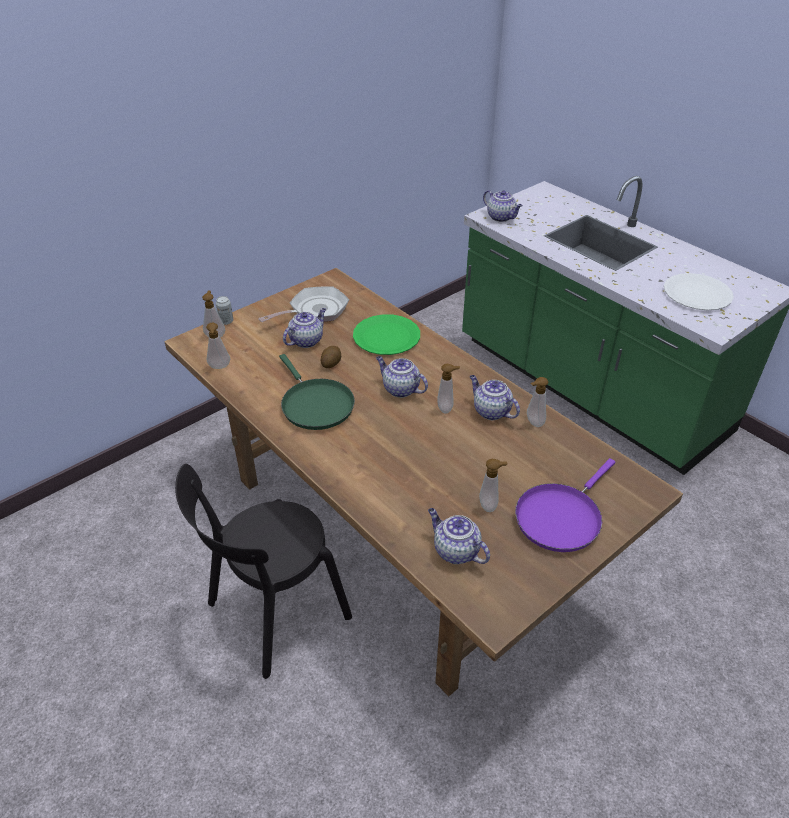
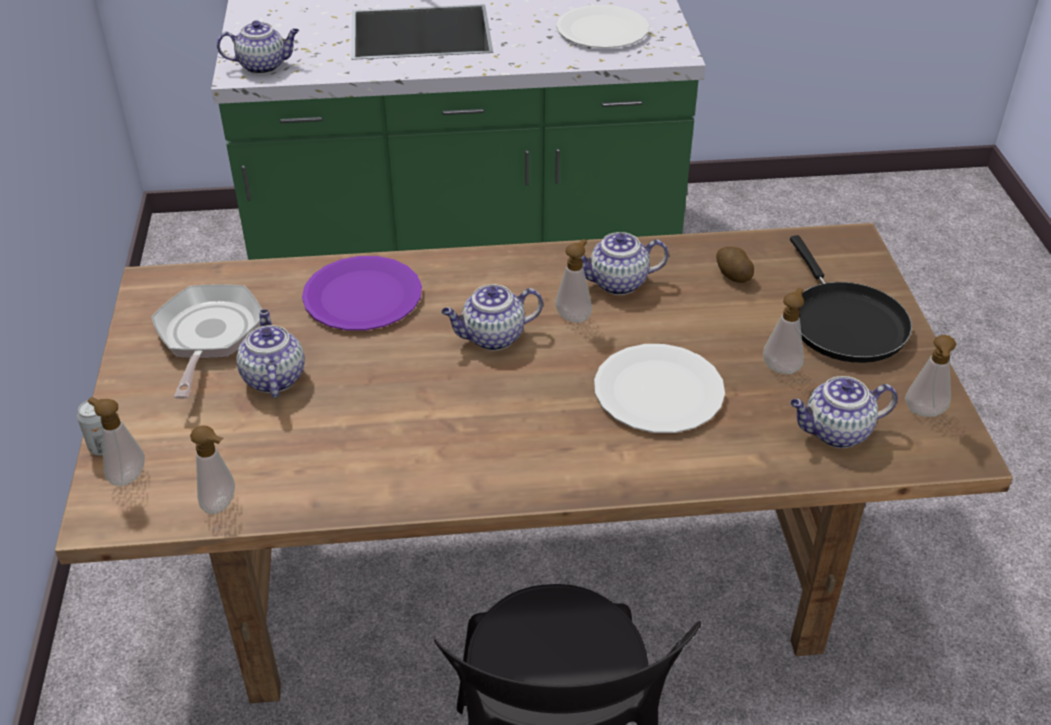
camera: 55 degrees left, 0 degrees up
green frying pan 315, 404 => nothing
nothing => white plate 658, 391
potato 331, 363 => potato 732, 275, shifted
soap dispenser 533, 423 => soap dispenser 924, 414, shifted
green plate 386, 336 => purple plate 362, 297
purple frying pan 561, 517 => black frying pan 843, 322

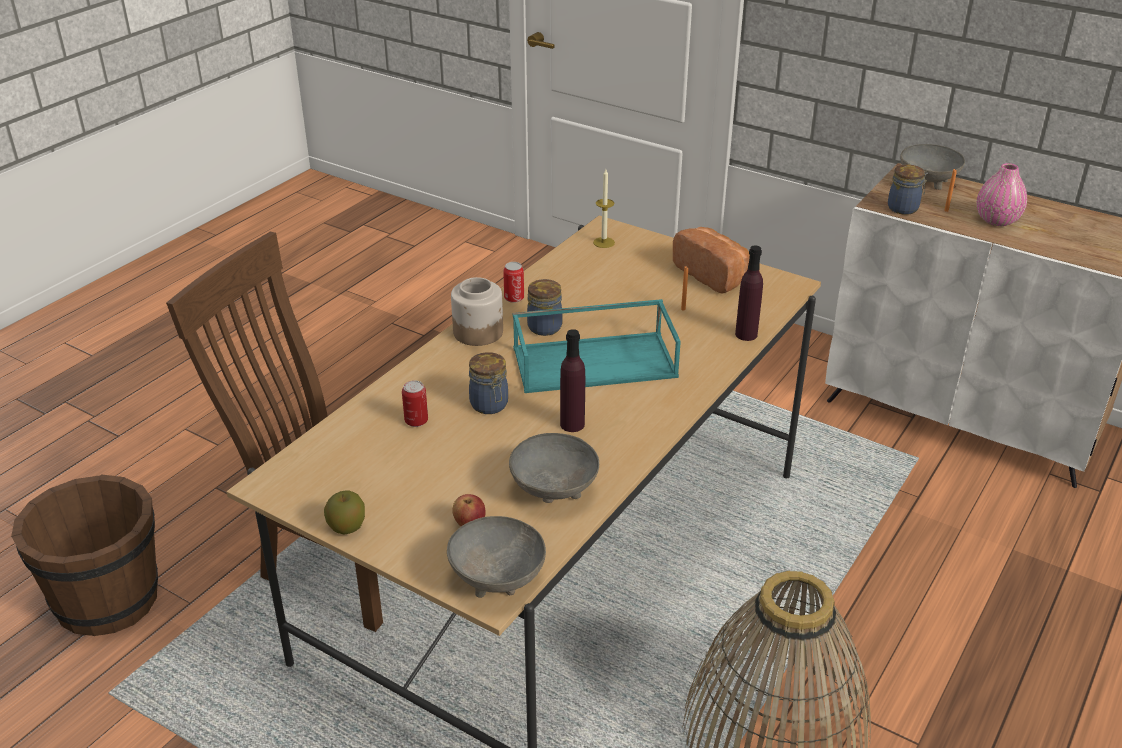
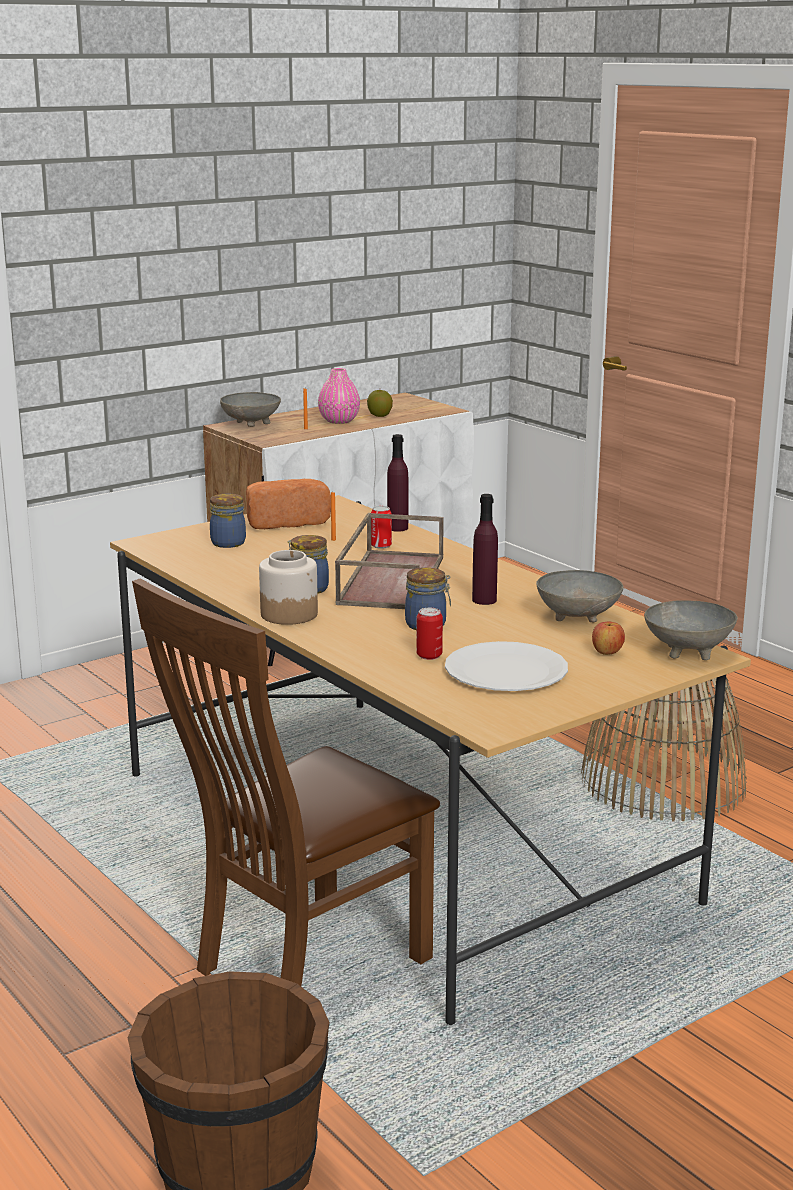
camera: 70 degrees left, 15 degrees down
candle 604, 242 => nothing
nothing => white plate 506, 671
apple 347, 527 => apple 379, 416, shifted
can 514, 298 => can 381, 546, shifted
jar 904, 208 => jar 229, 542, shifted
turquoise tray 596, 361 => brown tray 390, 579

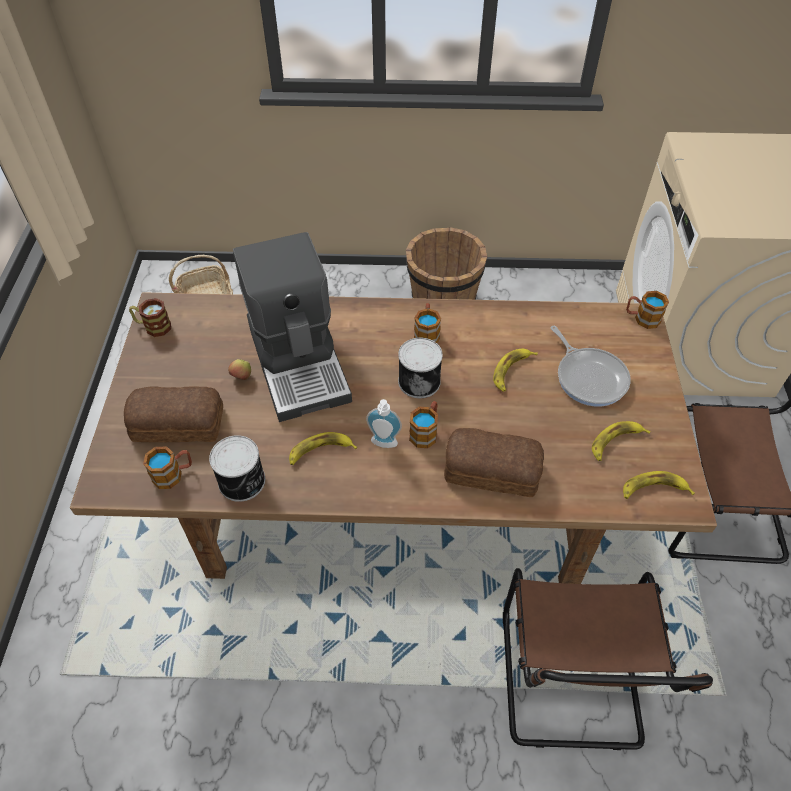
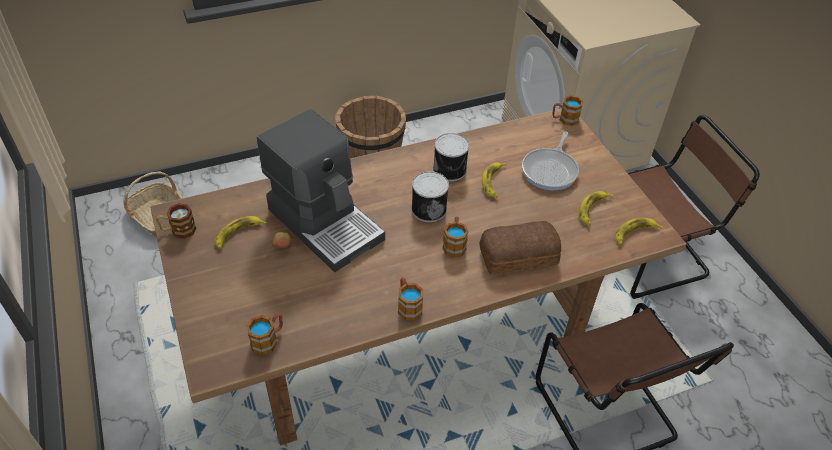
camera: 25 degrees left, 5 degrees down
bread 177, 422 => nothing
soap dispenser 383, 444 => nothing
can 243, 482 => can 450, 170, shifted
banana 320, 451 => banana 238, 234, shifted
mug 426, 333 => mug 408, 306, shifted
frying pan 589, 377 => frying pan 550, 170, 75 degrees clockwise

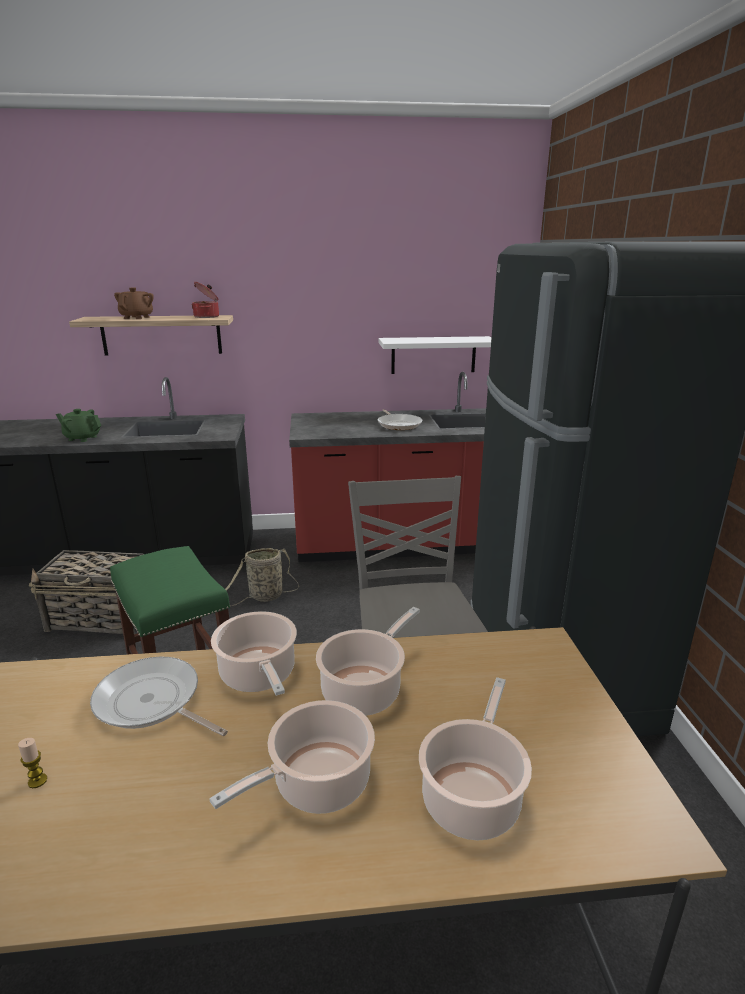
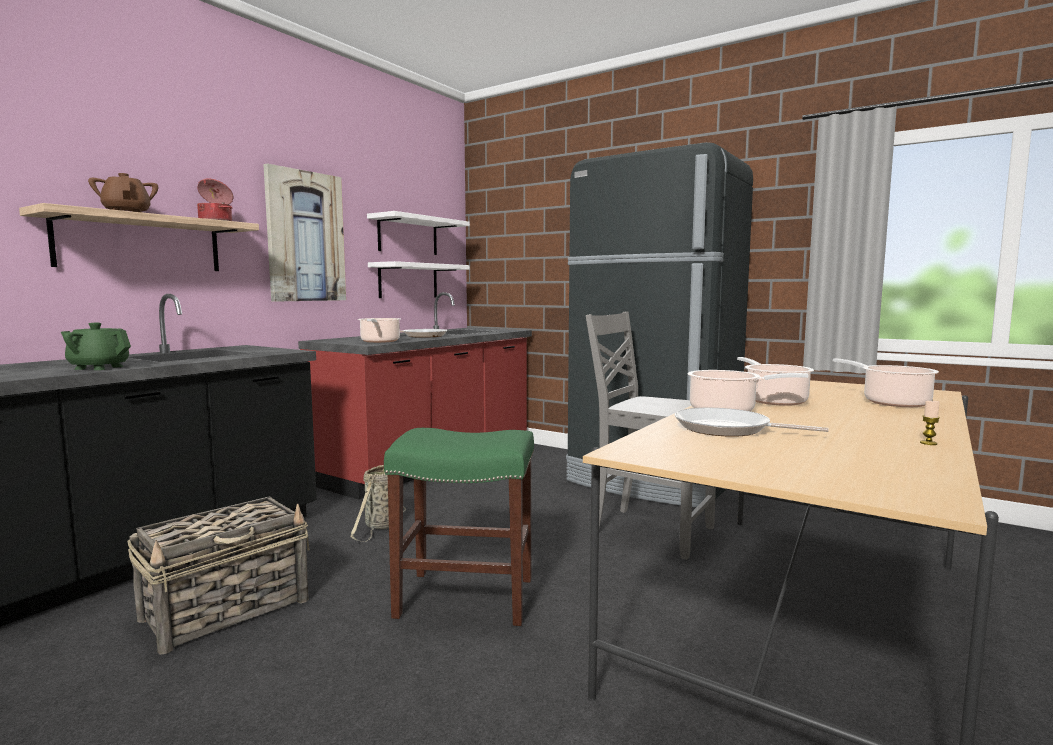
camera: 50 degrees left, 15 degrees down
nothing => picture 305, 237
nothing => white shelf 408, 236
candle 37, 781 => candle 928, 443, shifted
cooking pot 316, 784 => cooking pot 379, 341, shifted
green teapot 82, 438 => green teapot 98, 368, 45 degrees clockwise
frying pan 152, 702 => frying pan 727, 429, 45 degrees clockwise

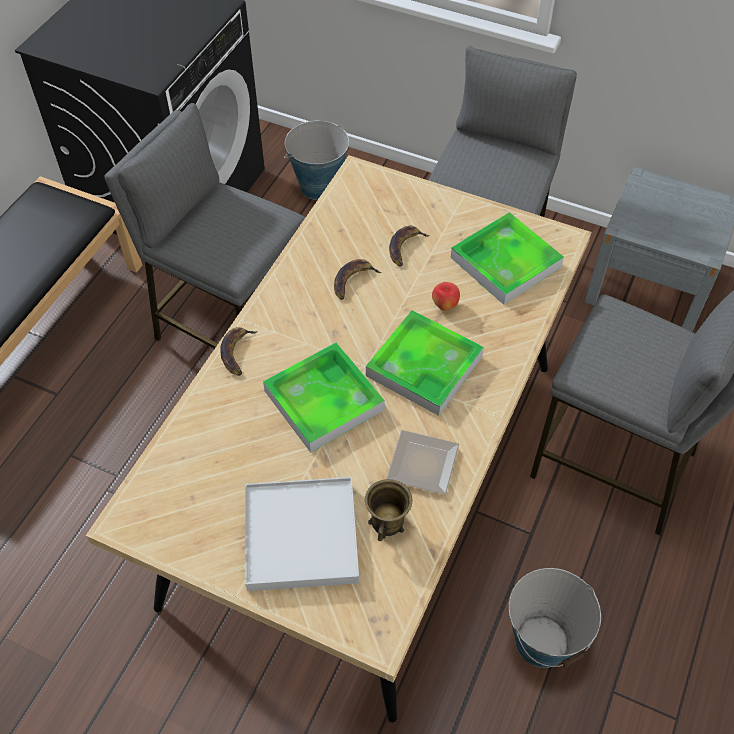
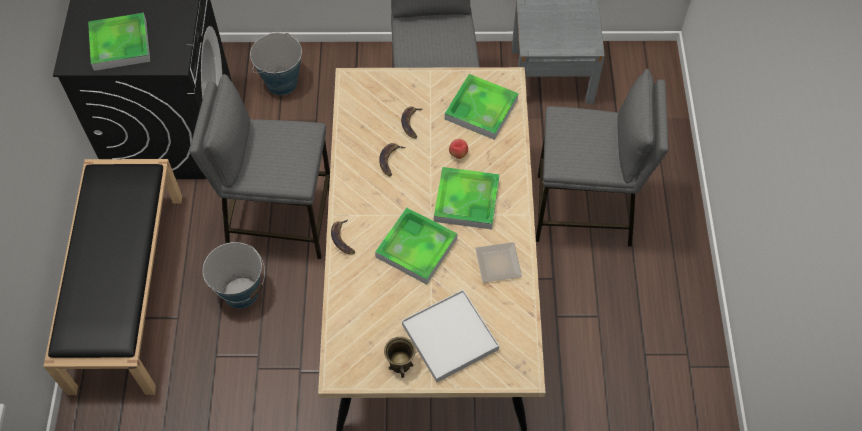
camera: 25 degrees left, 5 degrees up
nothing => tray 120, 45
brown mug 388, 522 => brown mug 400, 363, shifted
bucket 542, 641 => bucket 241, 292, shifted

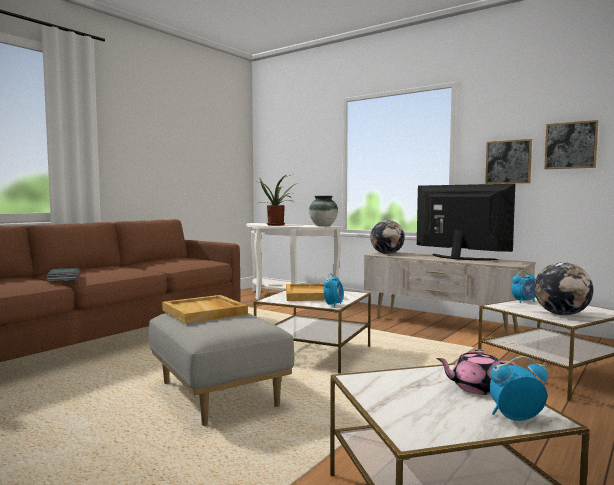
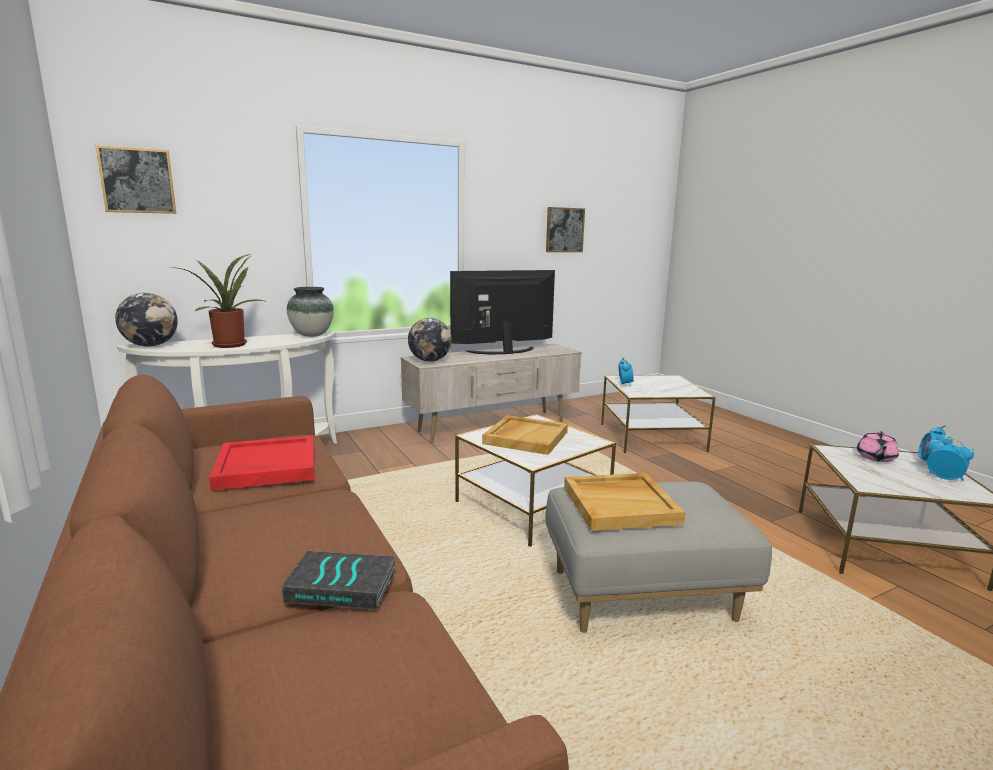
camera: 65 degrees left, 10 degrees up
nothing => red tray 266, 466
alarm clock 333, 305 => alarm clock 944, 478, shifted
picture 508, 162 => picture 137, 180, shifted
globe 561, 314 => globe 151, 346, shifted

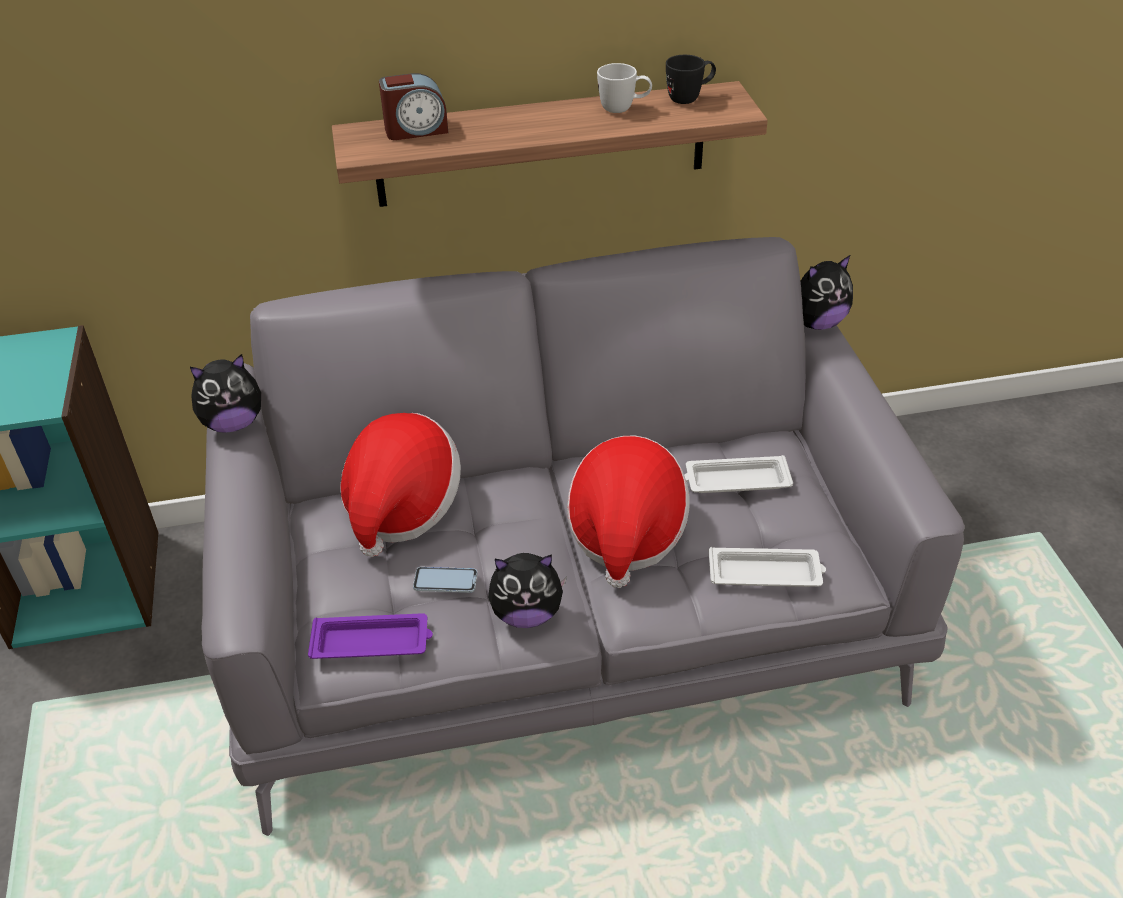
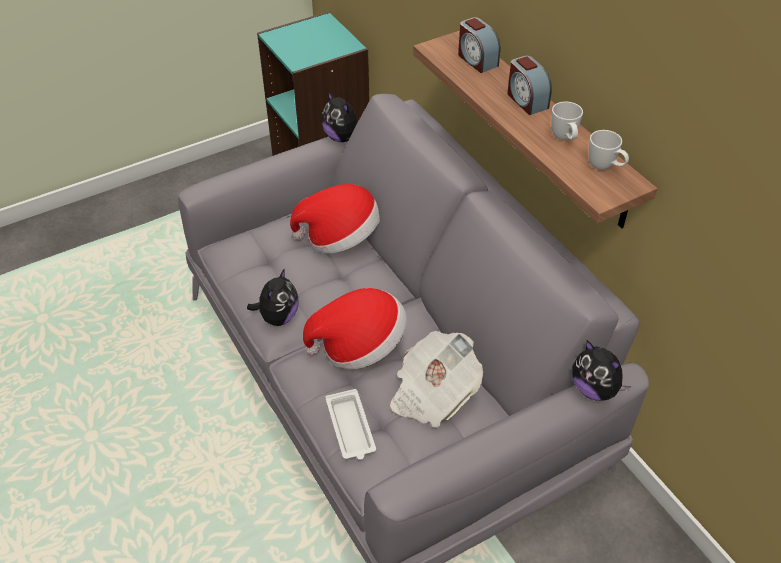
camera: 70 degrees right, 5 degrees up
purple tray 372, 642 => nothing
phone 445, 581 => nothing
nothing => alarm clock 526, 100
white tray 735, 481 => newspaper 433, 393
black mug 689, 98 => white mug 605, 167
plush toy 526, 614 => plush toy 278, 317, 135 degrees counterclockwise

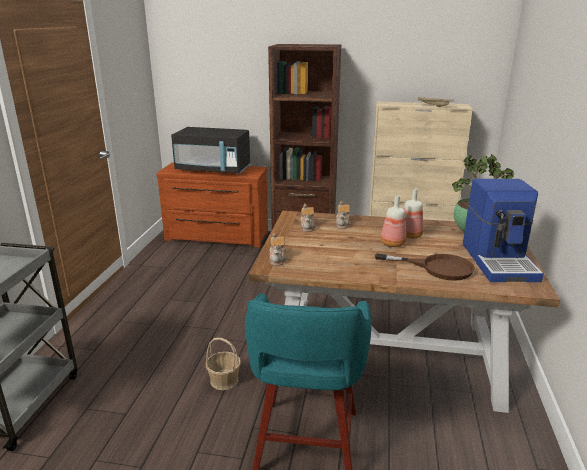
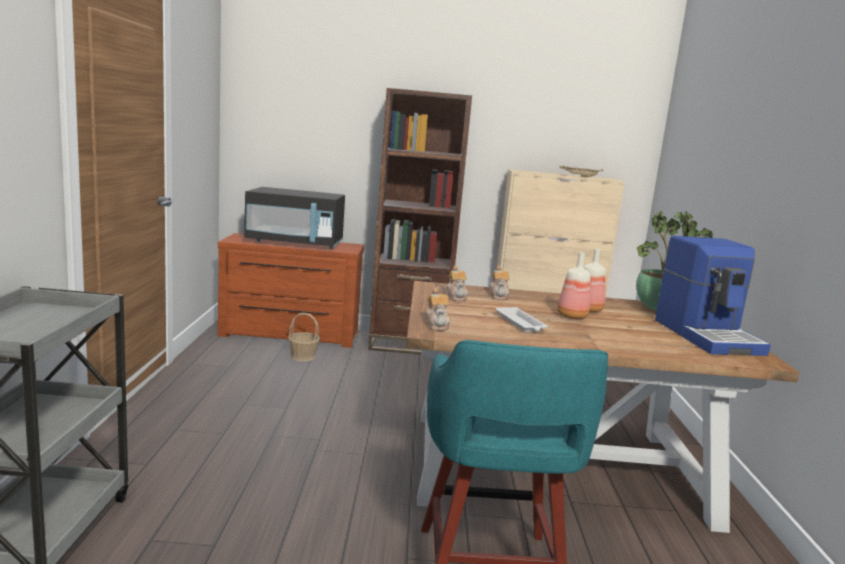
camera: 10 degrees left, 10 degrees down
brown frying pan 437, 268 => nothing
nothing => white tray 520, 323
basket 224, 380 => basket 303, 356, shifted

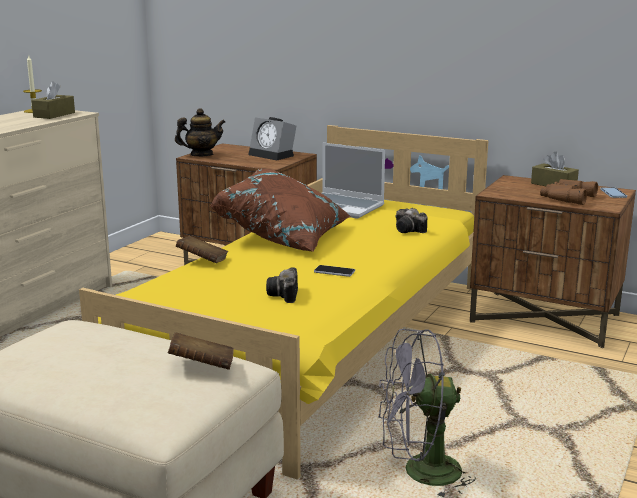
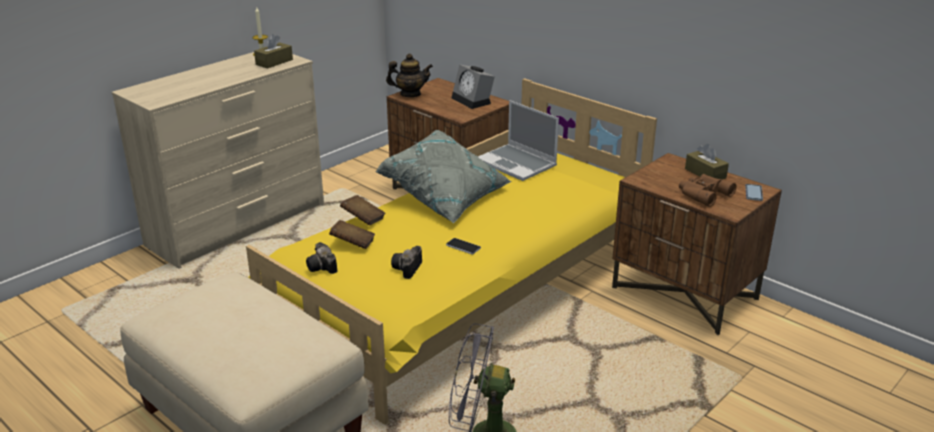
camera: 15 degrees right, 10 degrees up
brown book 202, 367 => brown book 353, 244, shifted
photo camera 409, 230 => photo camera 323, 267, shifted
brown pillow 284, 236 => grey pillow 446, 197

